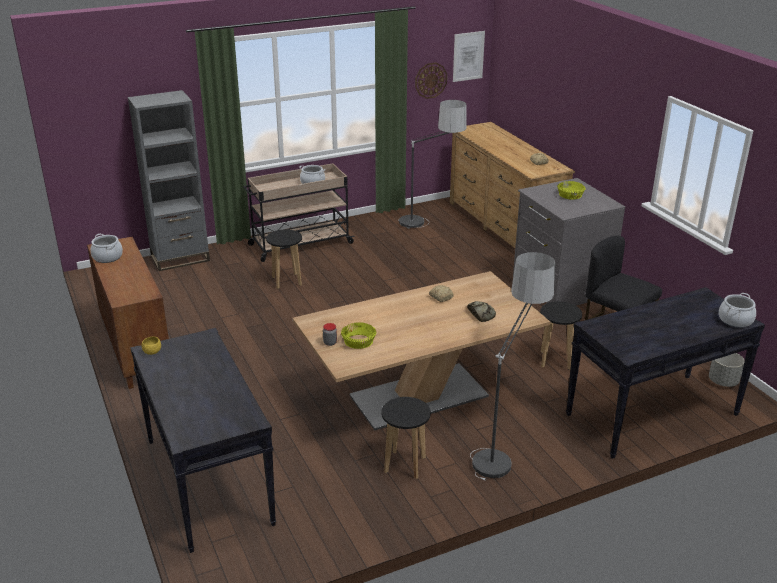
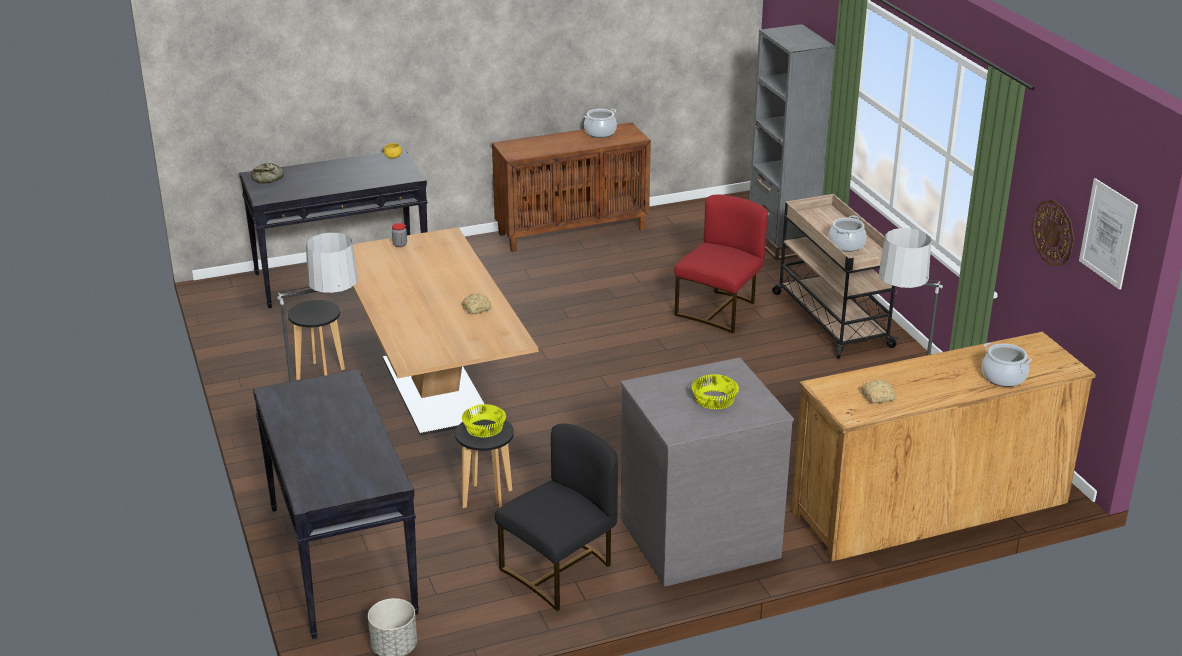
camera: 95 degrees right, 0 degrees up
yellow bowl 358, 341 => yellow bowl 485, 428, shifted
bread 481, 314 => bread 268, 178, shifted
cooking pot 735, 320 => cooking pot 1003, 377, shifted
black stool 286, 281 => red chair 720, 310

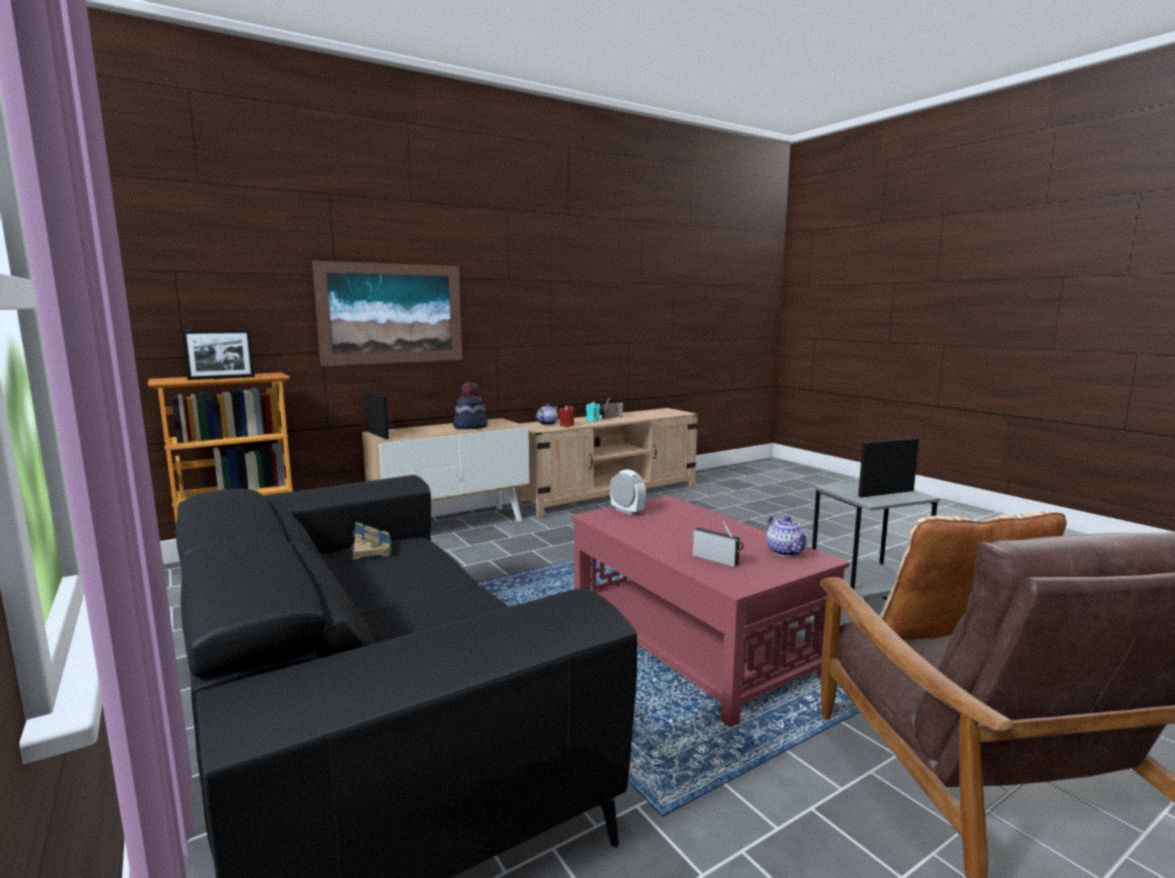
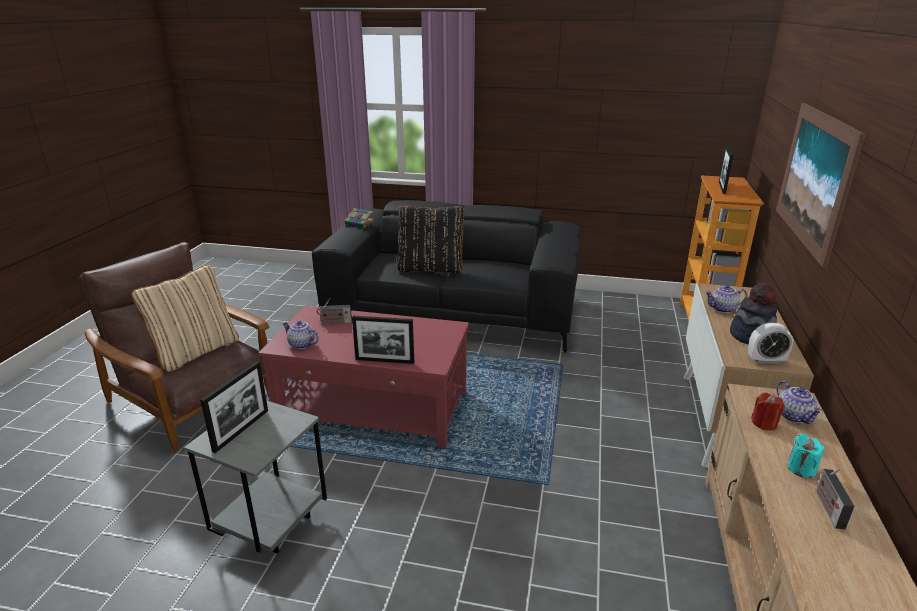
camera: 135 degrees right, 15 degrees up
nothing => black pillow 431, 268
nothing => teapot 723, 309
book 372, 549 => book 360, 223, shifted
picture frame 377, 435 => picture frame 384, 360, shifted
alarm clock 627, 511 => alarm clock 765, 360, shifted

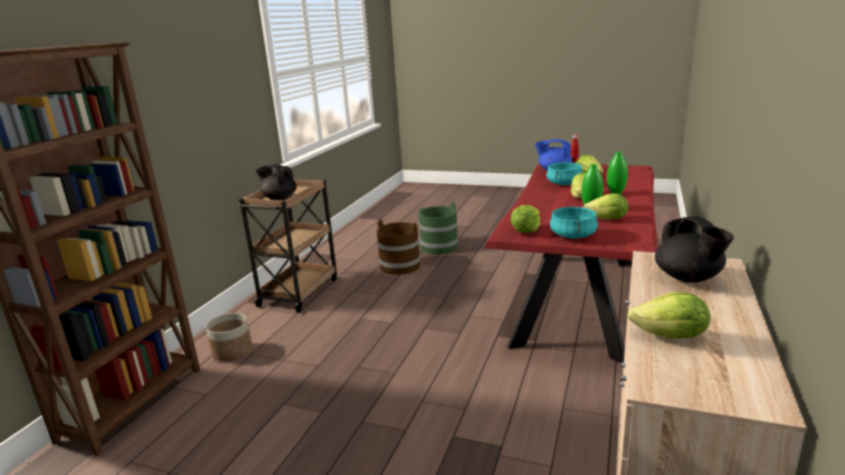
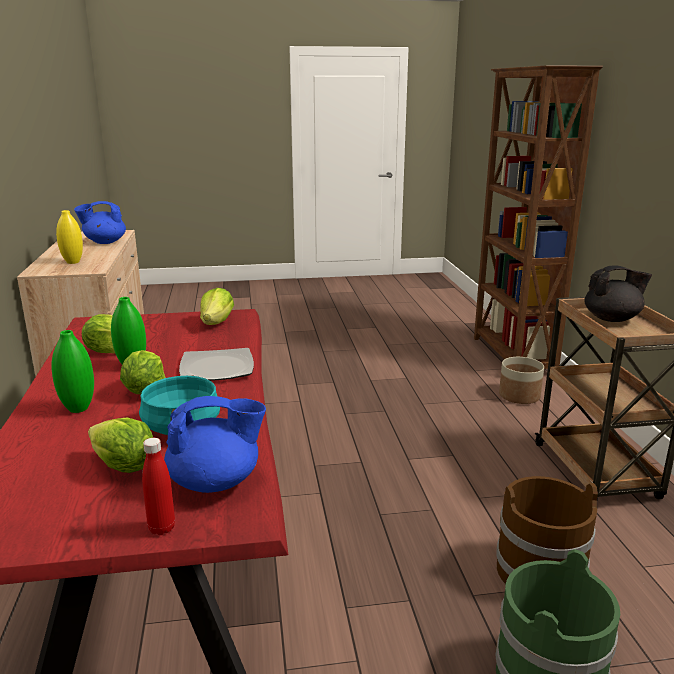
camera: 150 degrees right, 0 degrees up
turquoise cooking pot 572, 235 => nothing
nothing => plate 216, 368
lettuce 671, 336 => blue teapot 104, 242
black teapot 688, 278 => yellow vase 73, 262

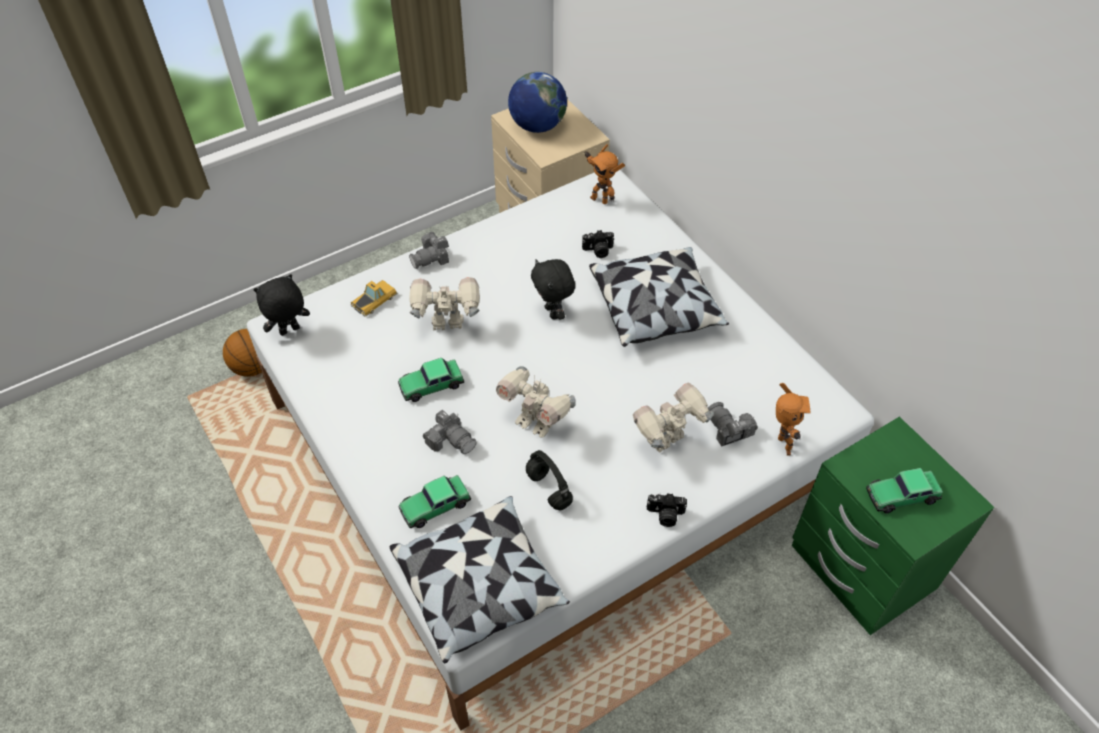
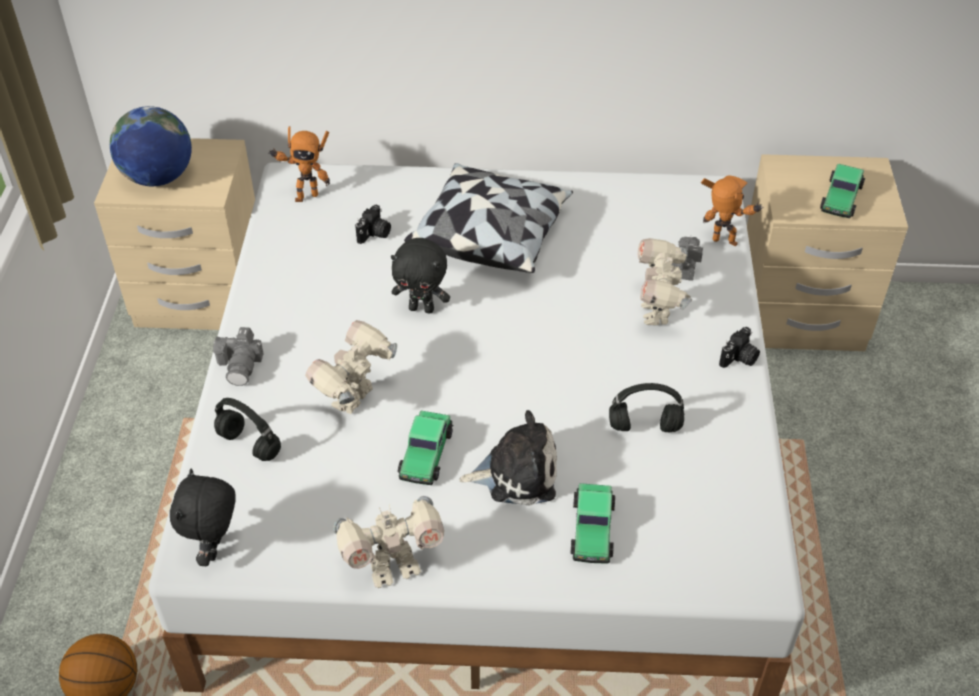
camera: 55 degrees left, 5 degrees down
pillow 480, 585 => nothing
toy robot 535, 422 => toy robot 393, 568, shifted
toy car 375, 300 => black headphones 250, 444
photo camera 451, 440 => plush toy 516, 473
green nightstand 860, 568 => beige nightstand 798, 318

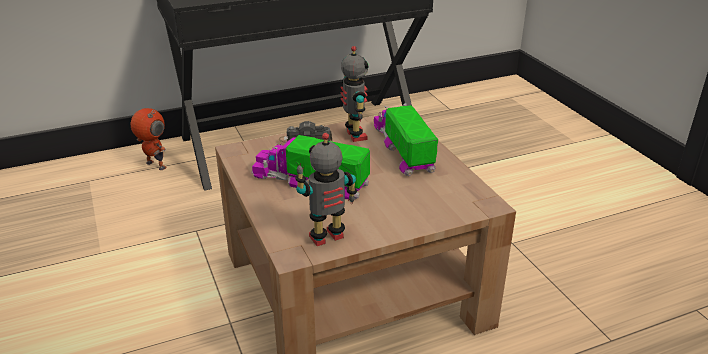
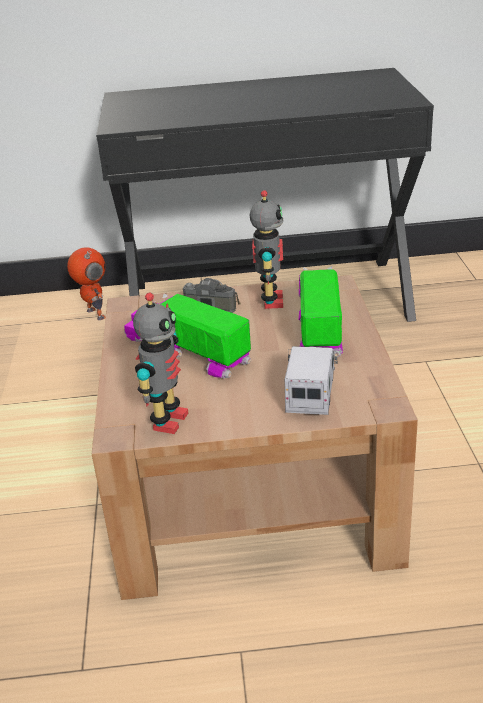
camera: 20 degrees right, 0 degrees up
nothing => toy truck 311, 393
toy robot 327, 238 => toy robot 167, 421, 120 degrees clockwise

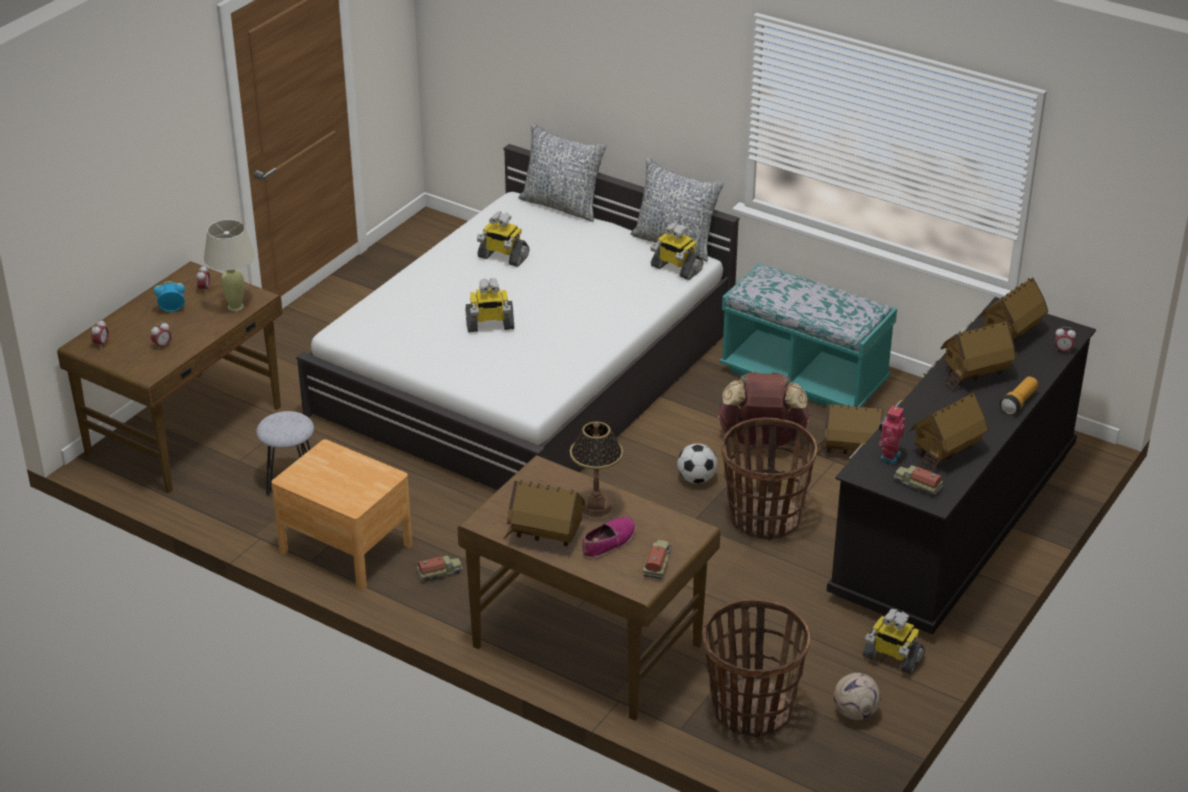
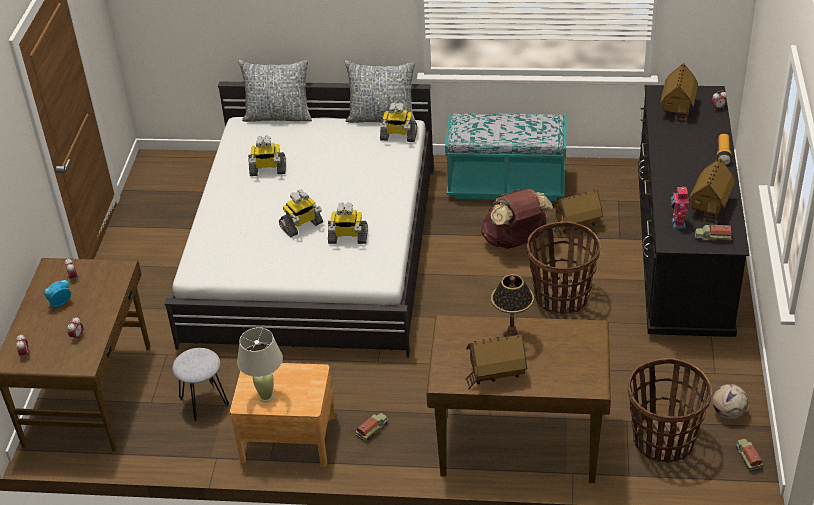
camera: 25 degrees left, 5 degrees up
shoe 608, 542 => nothing
football 696, 479 => nothing
toy house 974, 375 => nothing
beige table lamp 235, 306 => beige table lamp 266, 396, shifted
toy truck 657, 564 => toy truck 748, 458, shifted
toy robot 892, 658 => toy robot 347, 238, shifted

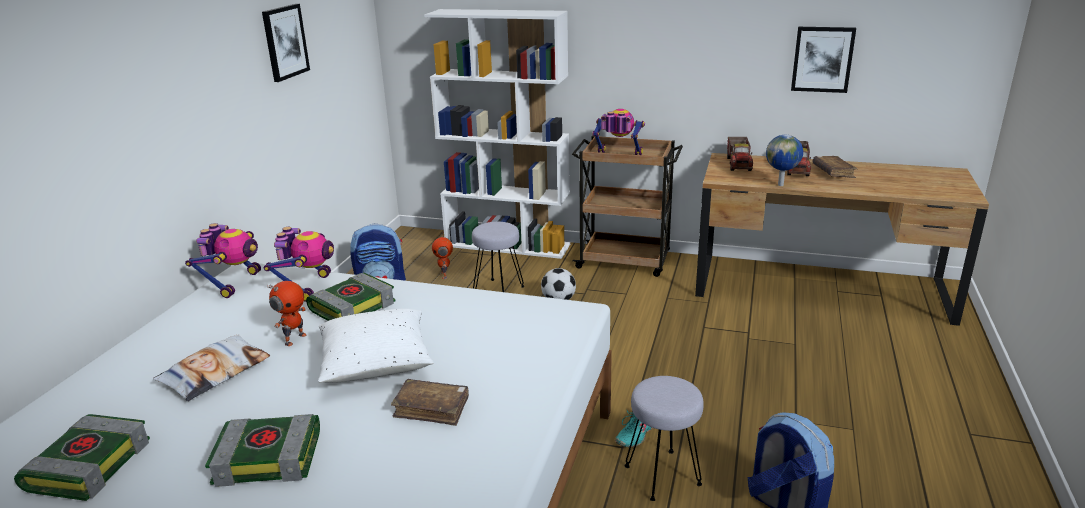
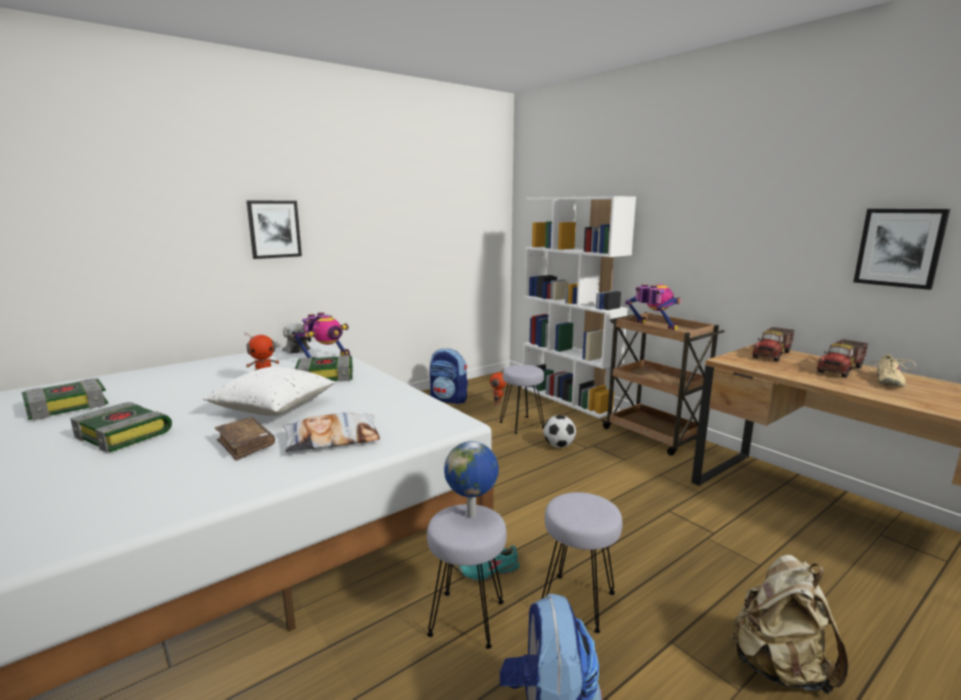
camera: 35 degrees right, 10 degrees down
nothing => grey stool 578, 602
nothing => beige backpack 778, 667
pillow 215, 373 => pillow 332, 439, shifted
picture 285, 42 => picture 274, 229, shifted
globe 781, 185 => globe 472, 515, shifted
toy robot 234, 283 => plush toy 297, 349
brown book 833, 172 => beige shoe 887, 381

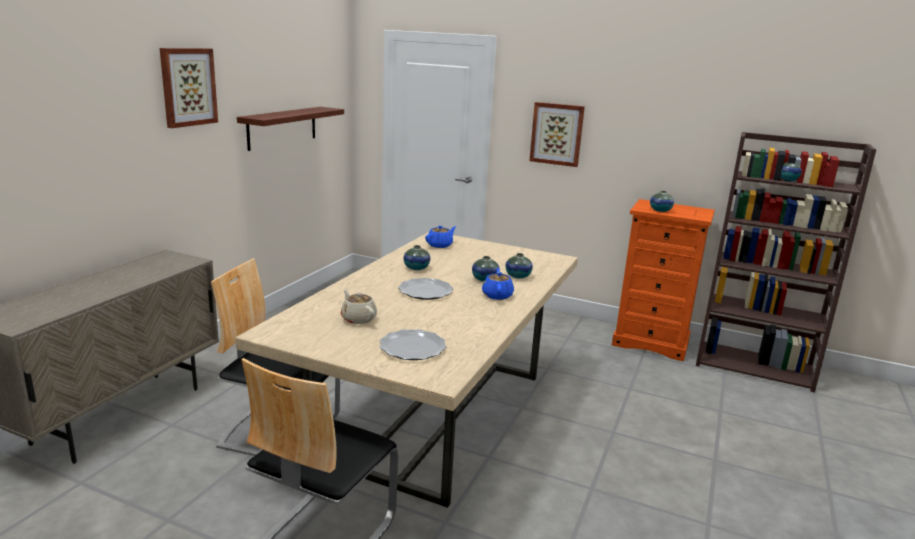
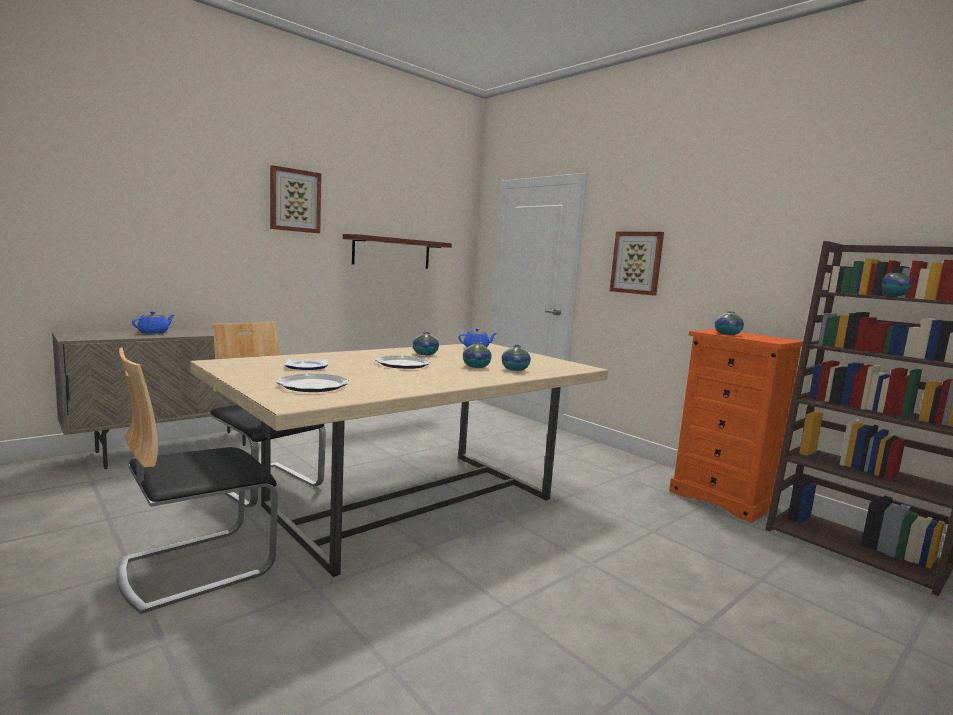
camera: 25 degrees right, 10 degrees down
blue teapot 497, 295 => blue teapot 154, 332, shifted
beige teapot 358, 318 => plate 307, 367

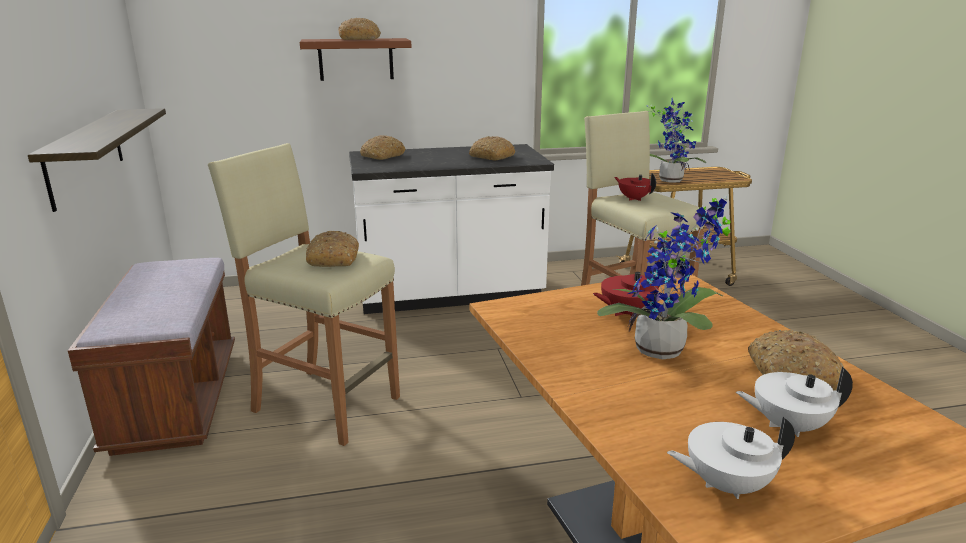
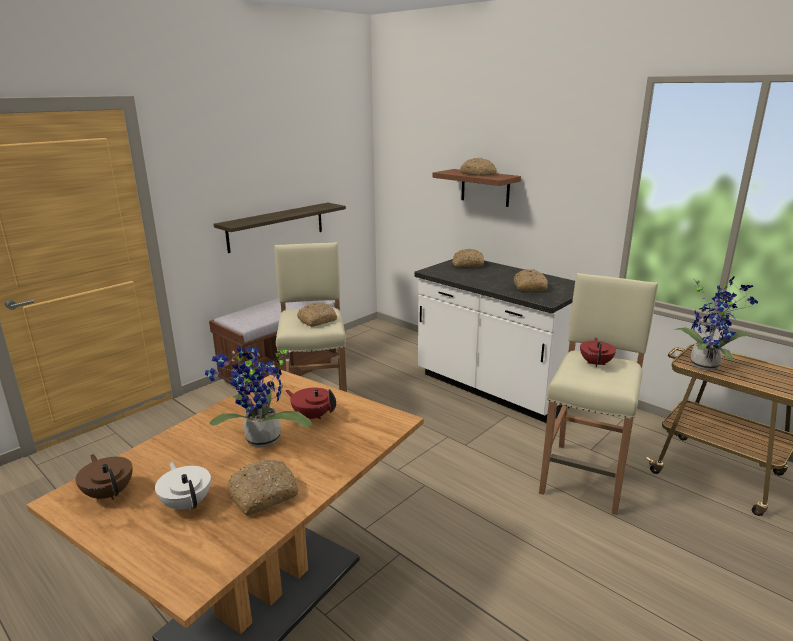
camera: 55 degrees right, 0 degrees up
white teapot 725, 484 => brown teapot 109, 493

